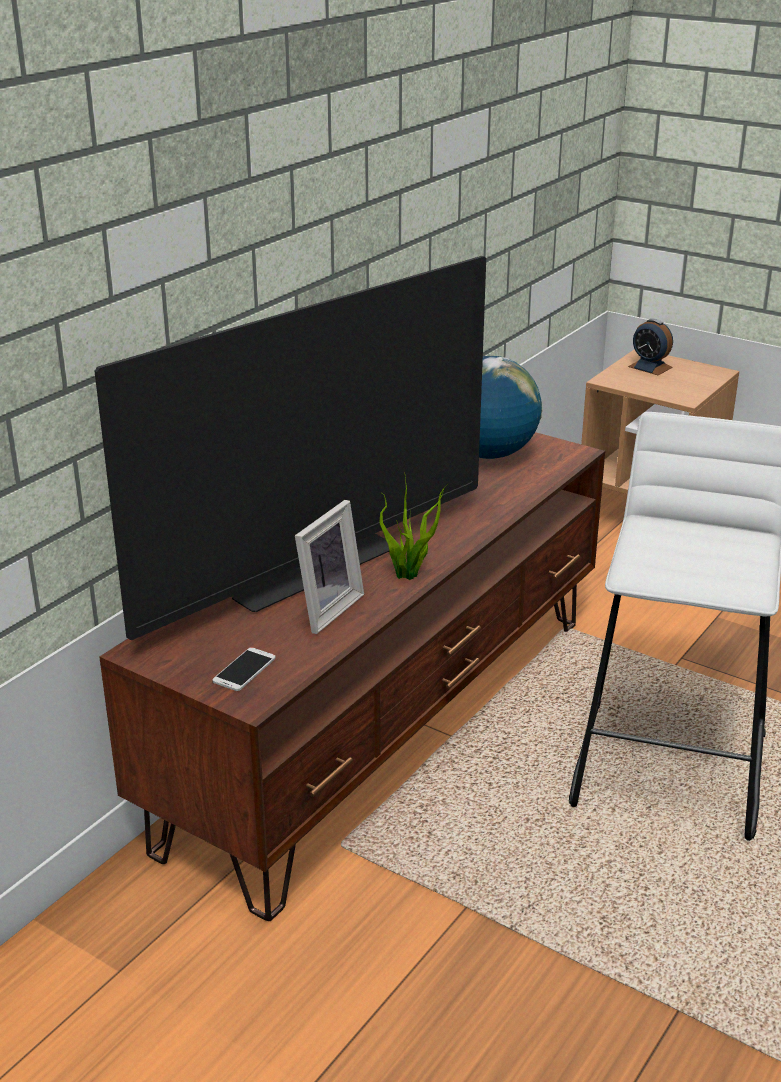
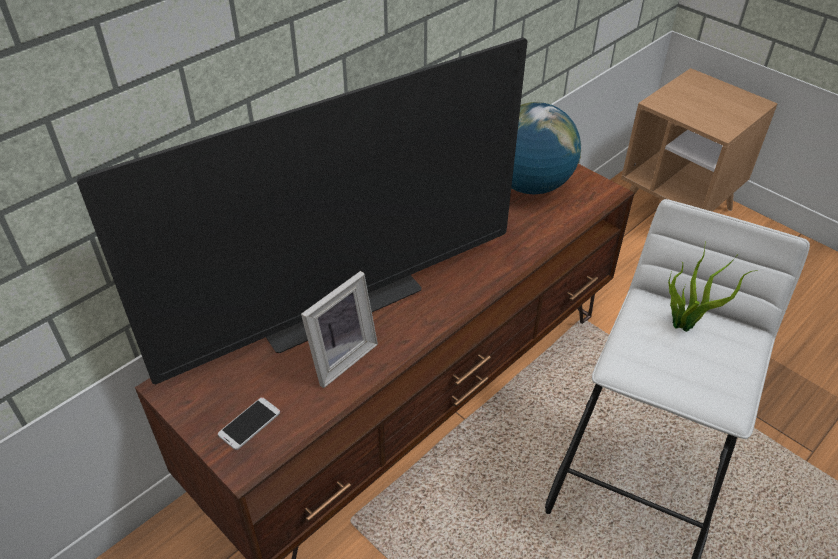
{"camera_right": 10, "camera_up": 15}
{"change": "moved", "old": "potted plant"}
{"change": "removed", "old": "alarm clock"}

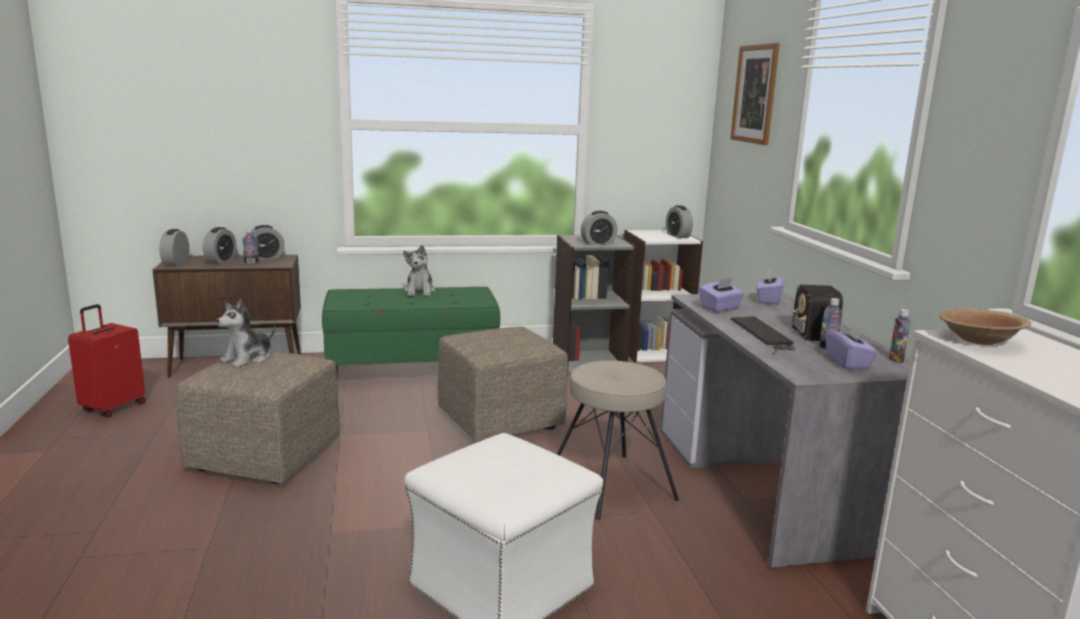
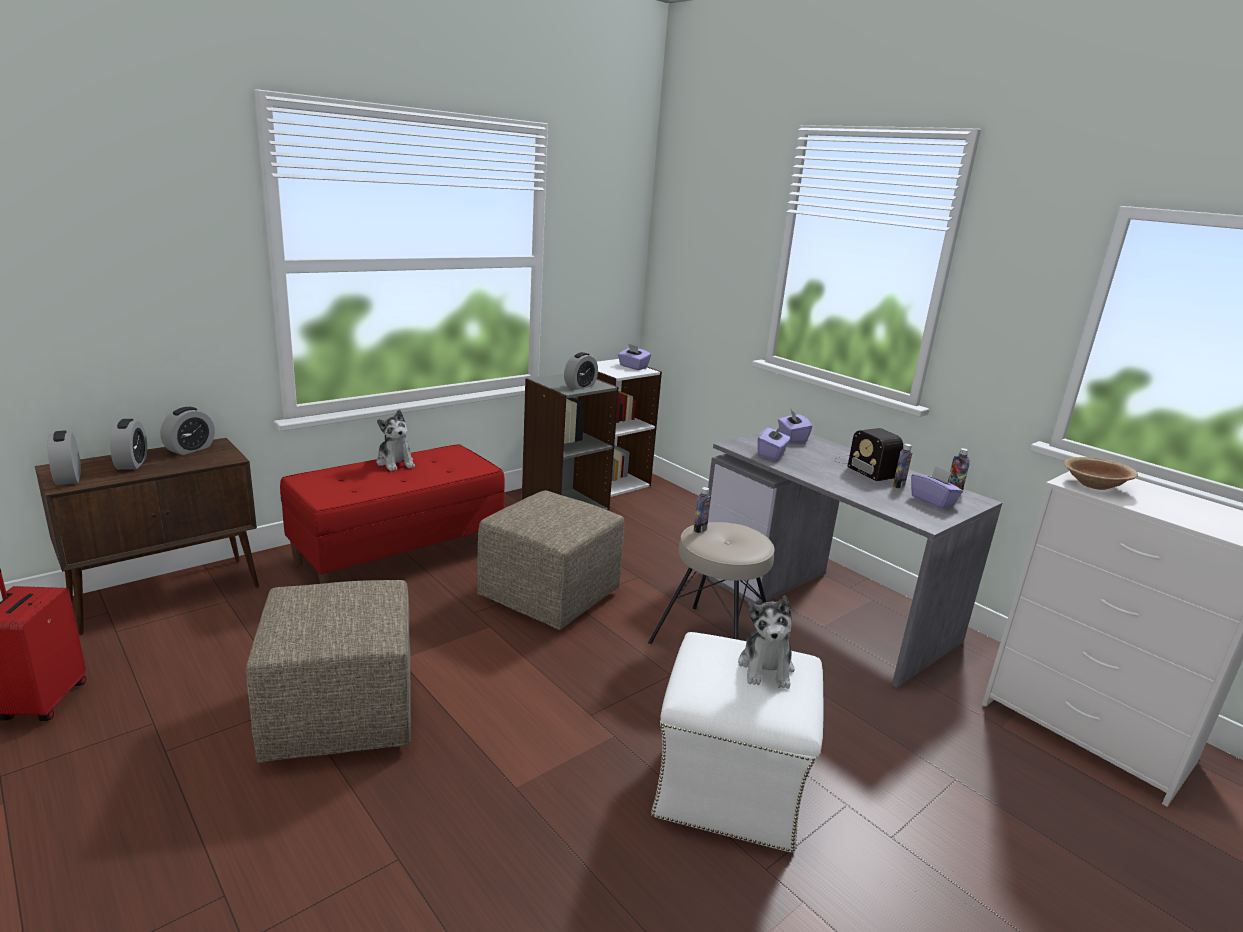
{"camera_right": -30, "camera_up": 5}
{"change": "recoloured", "old": "green bench", "new": "red bench"}
{"change": "replaced", "old": "alarm clock (5th from left)", "new": "purple tissue box (1st from left)"}
{"change": "moved", "old": "bottle (1st from left)"}
{"change": "moved", "old": "plush toy (1st from left in the first image)", "new": "plush toy (2nd from left)"}
{"change": "removed", "old": "picture"}
{"change": "removed", "old": "keyboard"}

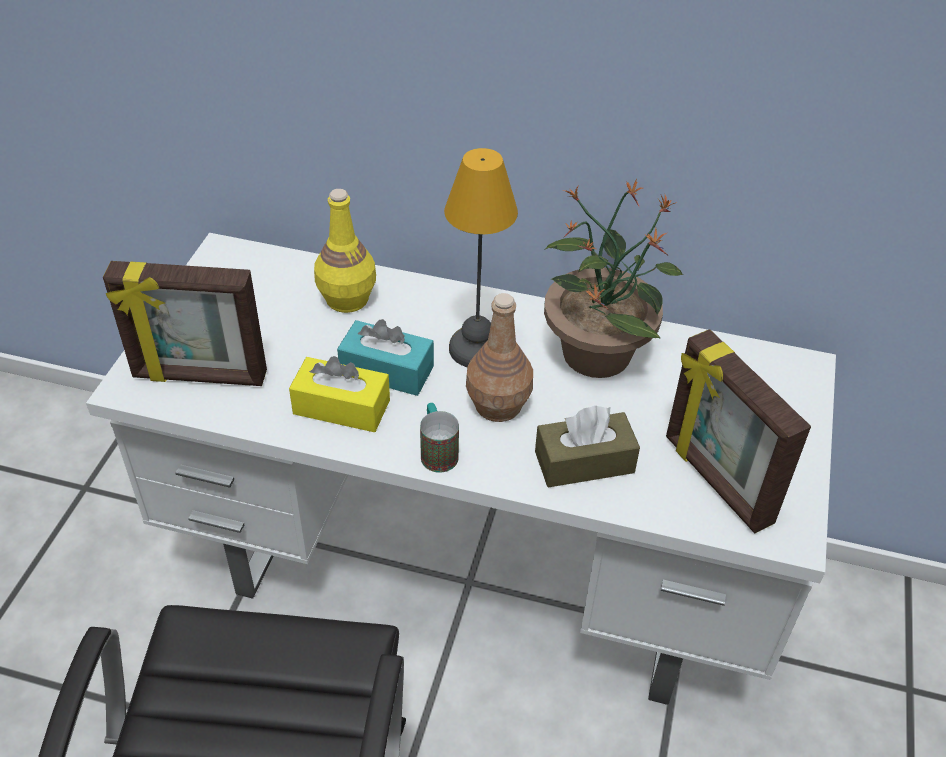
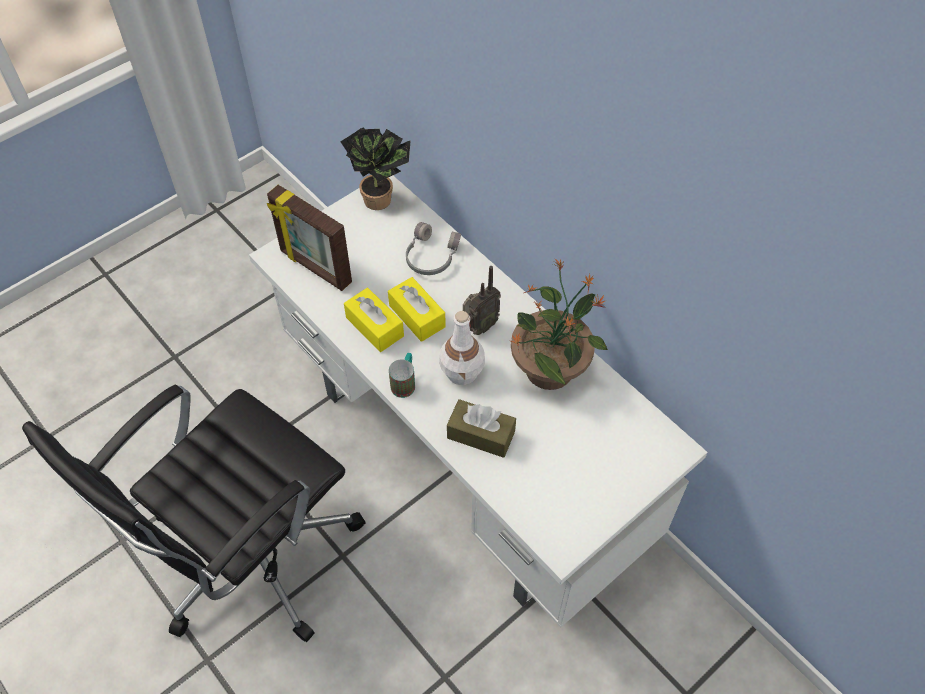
{"camera_right": 35, "camera_up": 10}
{"change": "added", "new": "potted plant (1st from left)"}
{"change": "recoloured", "old": "turquoise tissue box", "new": "yellow tissue box (2nd from left)"}
{"change": "replaced", "old": "yellow bottle", "new": "grey headphones"}
{"change": "recoloured", "old": "brown bottle", "new": "white bottle"}
{"change": "replaced", "old": "table lamp", "new": "radio"}
{"change": "removed", "old": "picture frame (2nd from left)"}

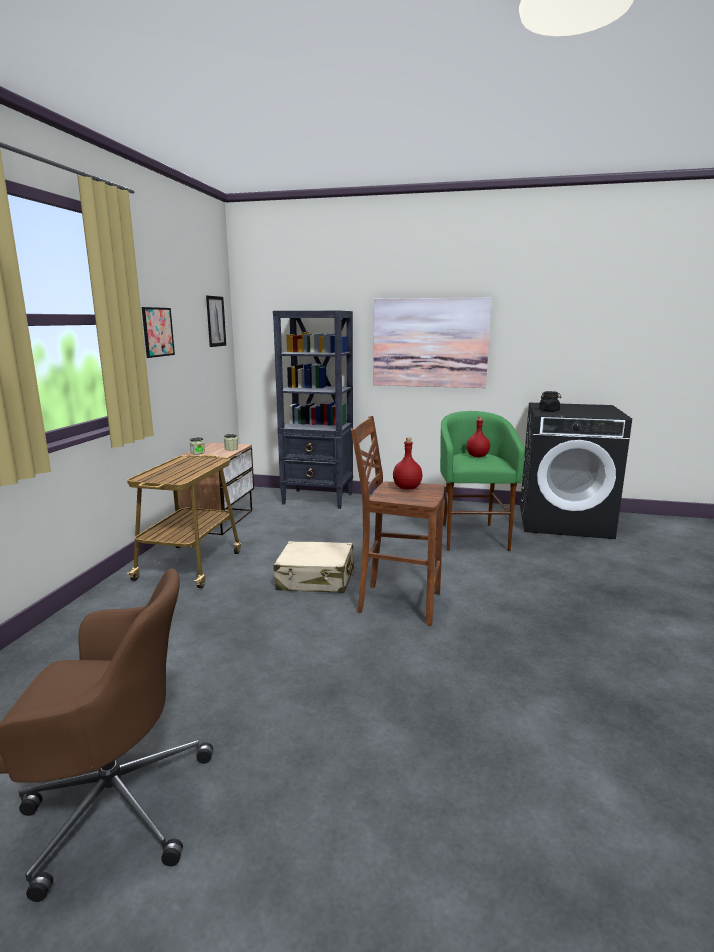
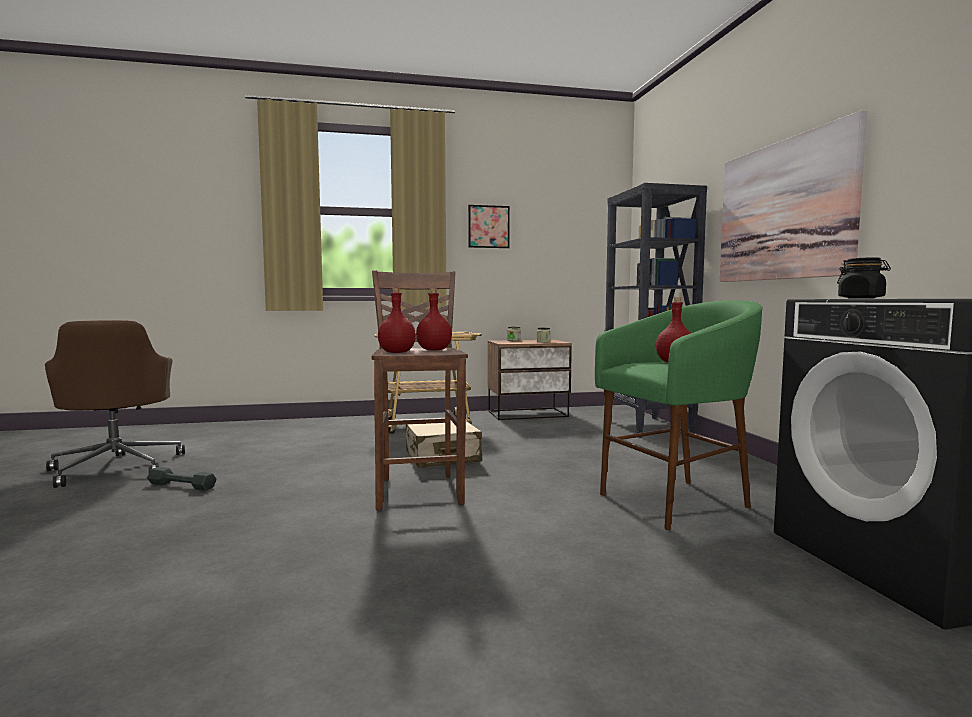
{"camera_right": 65, "camera_up": -10}
{"change": "added", "new": "grey dumbbell"}
{"change": "added", "new": "red bottle (1st from left)"}
{"change": "removed", "old": "picture (2nd from left)"}

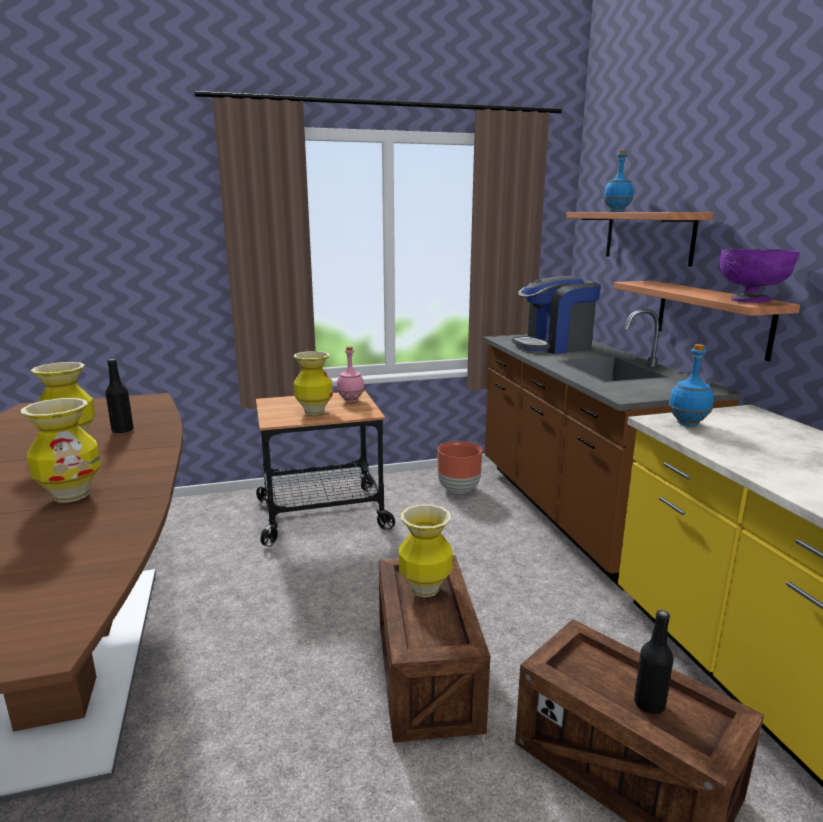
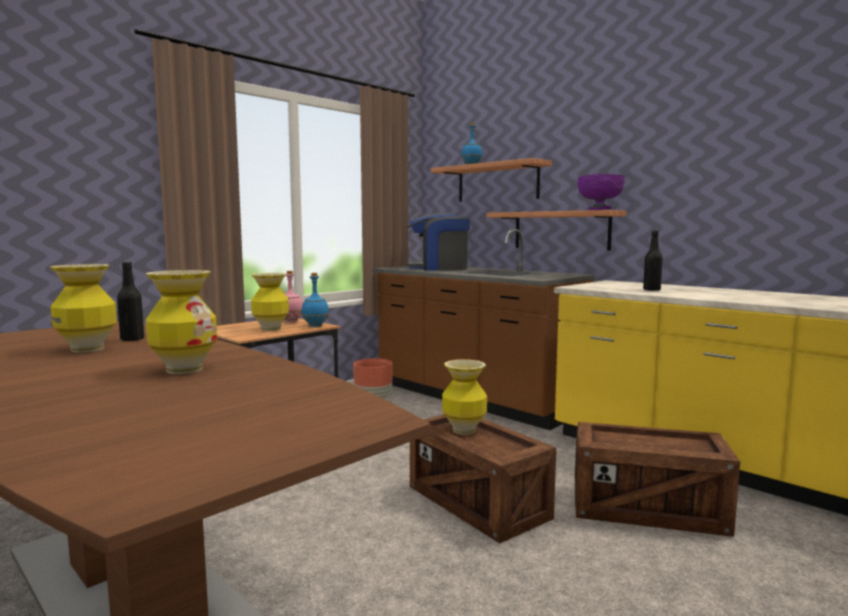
{"camera_right": -30, "camera_up": -10}
{"change": "moved", "old": "blue bottle (2nd from left in the first image)", "new": "blue bottle (1st from left)"}
{"change": "turned", "old": "coffee machine", "degrees": 45}
{"change": "moved", "old": "black bottle (2nd from left)"}

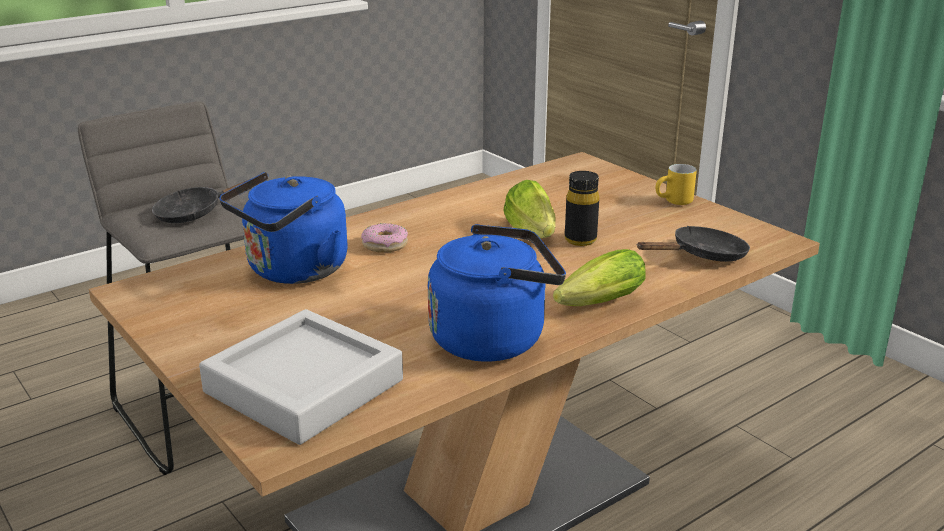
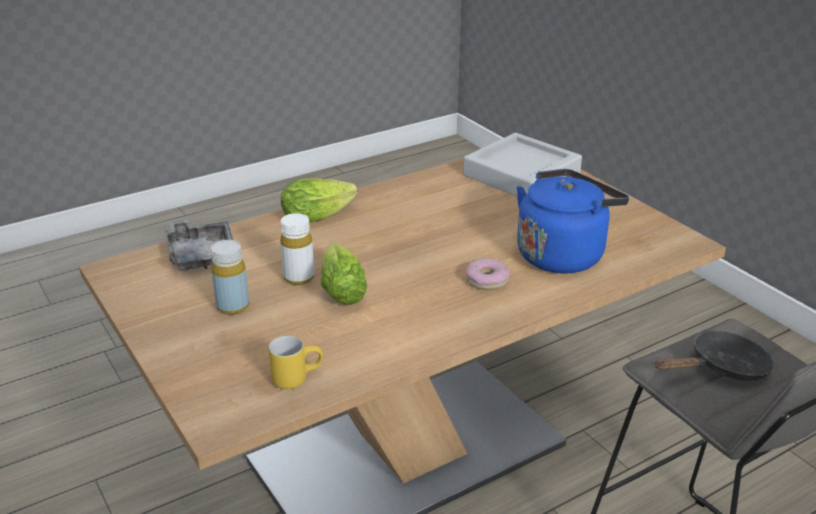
{"camera_right": -175, "camera_up": 5}
{"change": "replaced", "old": "black frying pan (2nd from left)", "new": "grey tray (1st from left)"}
{"change": "added", "new": "yellow bottle"}
{"change": "moved", "old": "yellow mug"}
{"change": "recoloured", "old": "black bottle", "new": "white bottle"}
{"change": "removed", "old": "blue kettle (2nd from left)"}

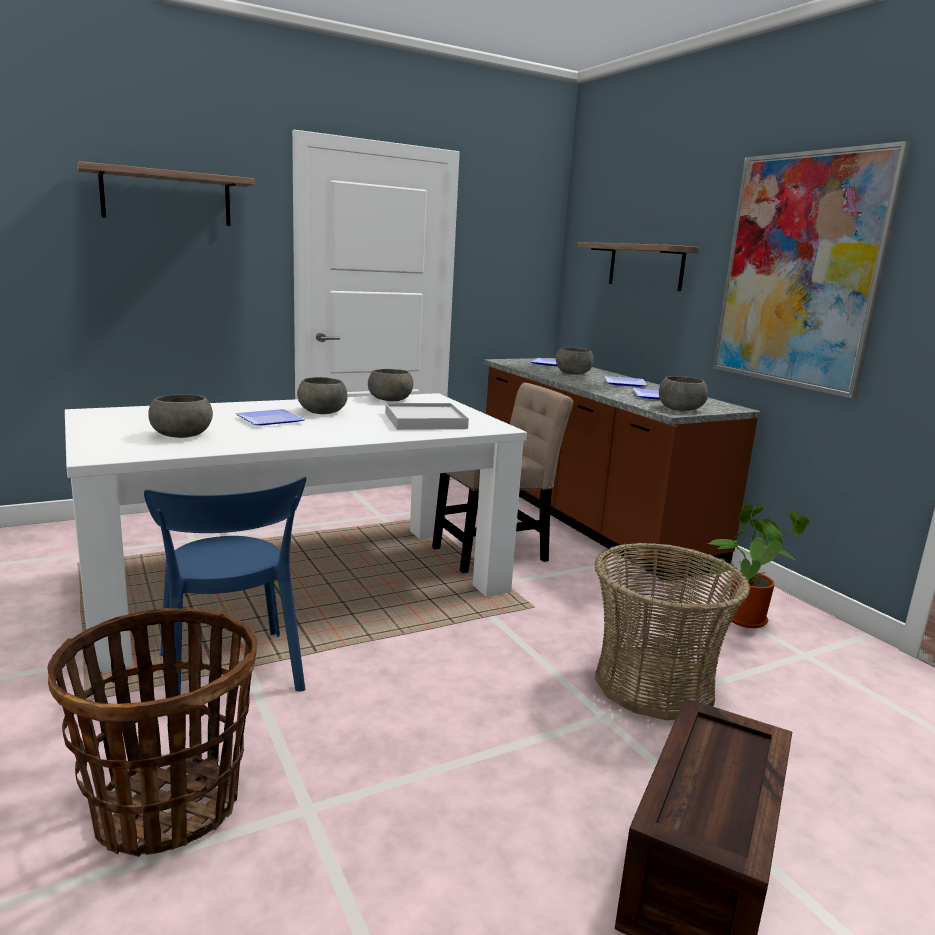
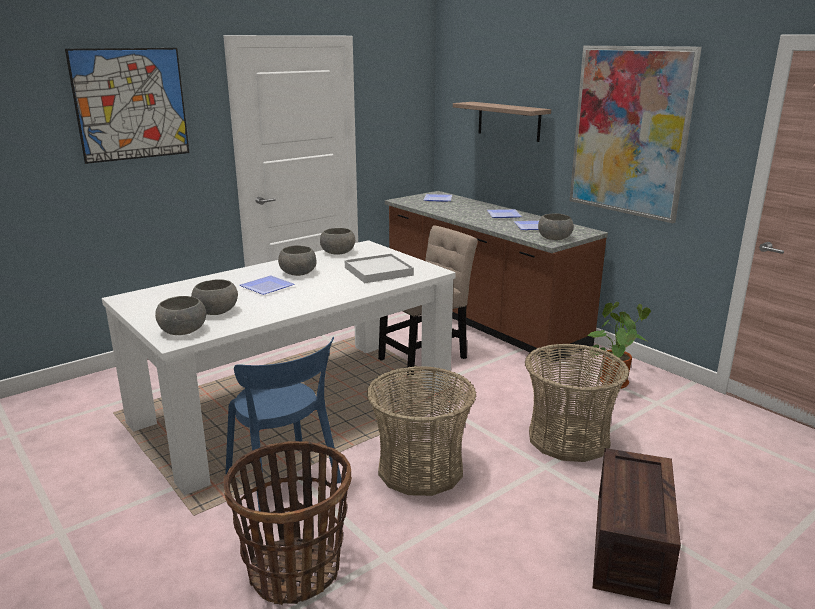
{"camera_right": -10, "camera_up": 5}
{"change": "replaced", "old": "shelf (1st from left)", "new": "picture (1st from left)"}
{"change": "moved", "old": "grey bowl (4th from left in the first image)", "new": "grey bowl (1st from left)"}
{"change": "added", "new": "basket (2nd from left)"}

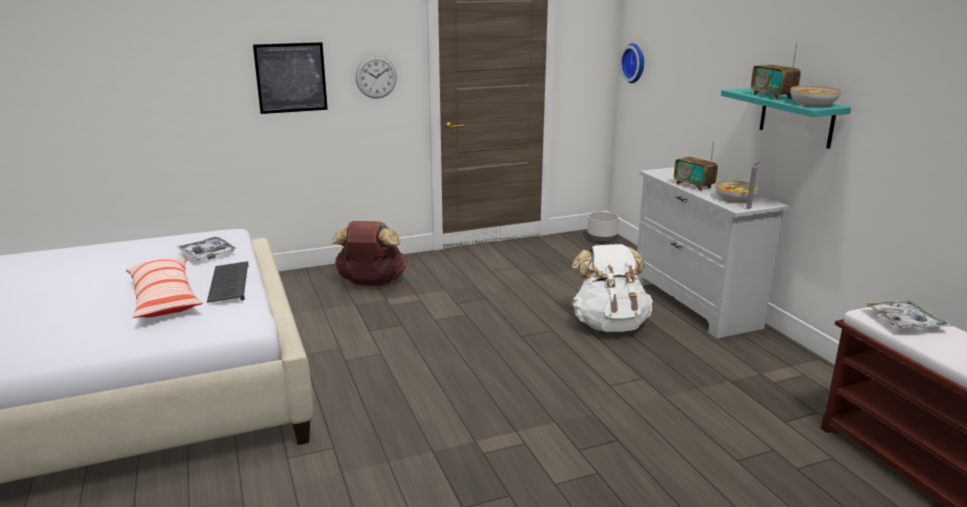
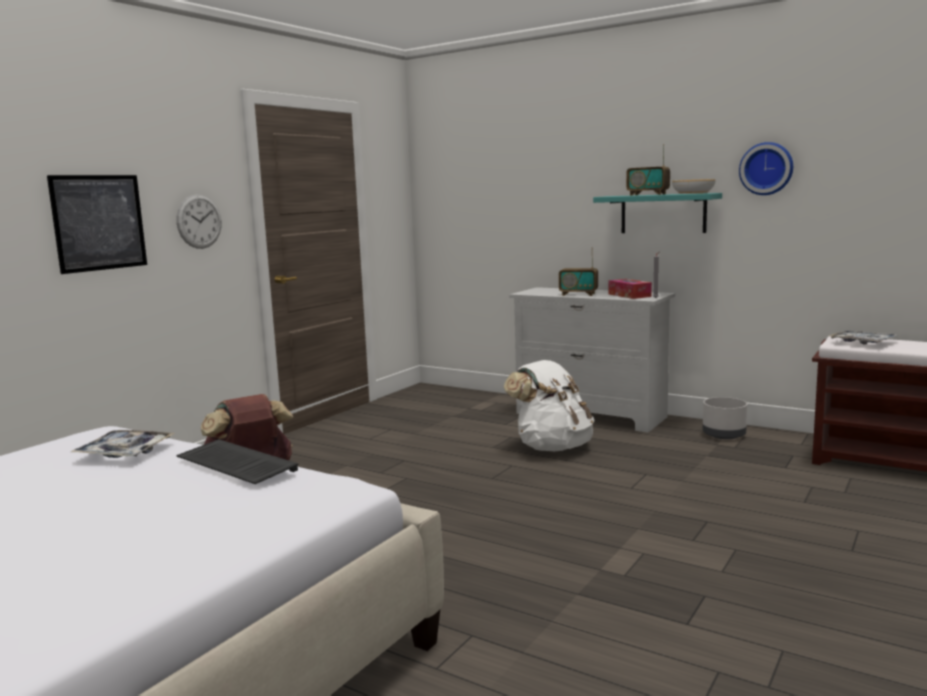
{"camera_right": -35, "camera_up": -10}
{"change": "replaced", "old": "bowl (1st from left)", "new": "tissue box"}
{"change": "moved", "old": "grey planter"}
{"change": "moved", "old": "wall clock (2nd from left)"}
{"change": "removed", "old": "pillow"}

